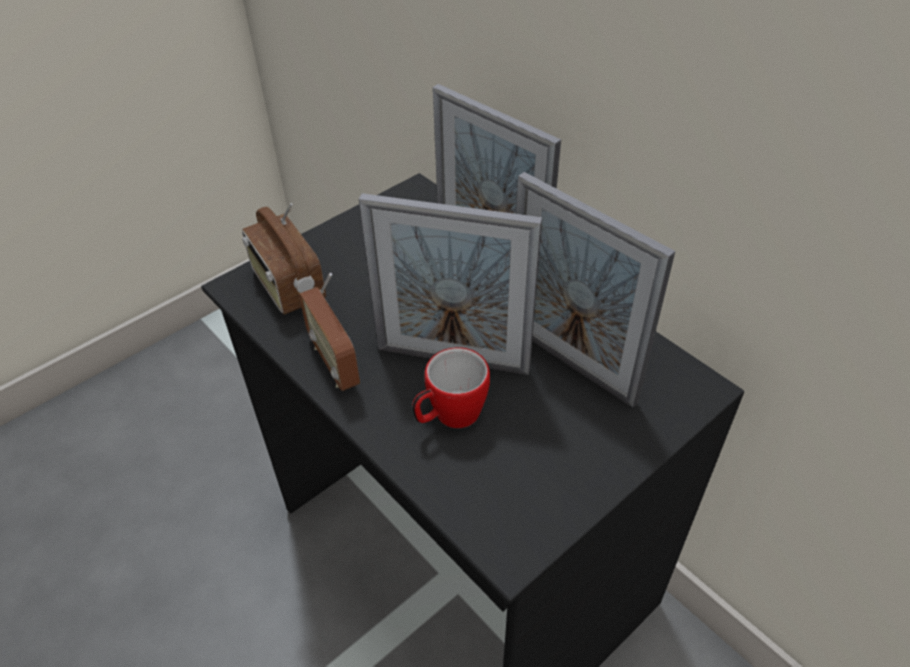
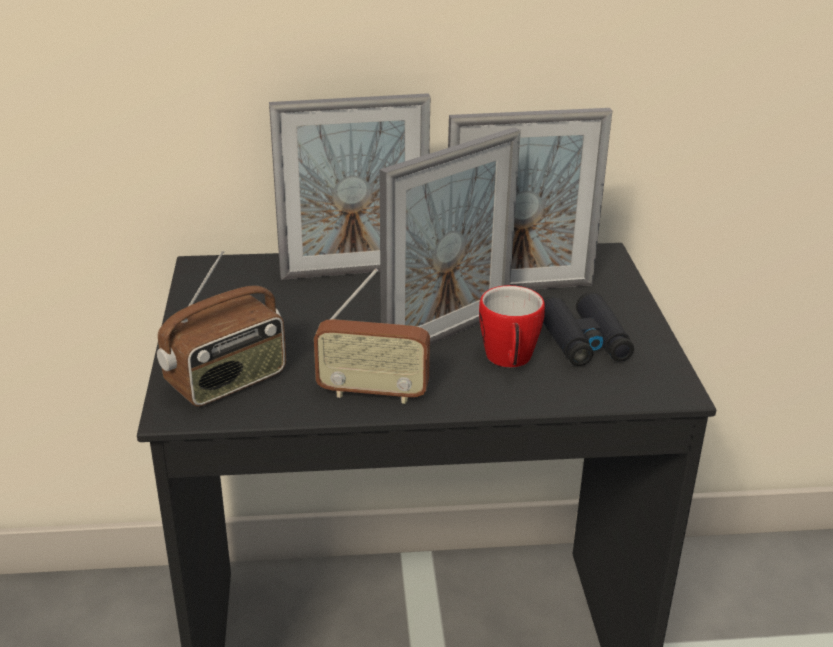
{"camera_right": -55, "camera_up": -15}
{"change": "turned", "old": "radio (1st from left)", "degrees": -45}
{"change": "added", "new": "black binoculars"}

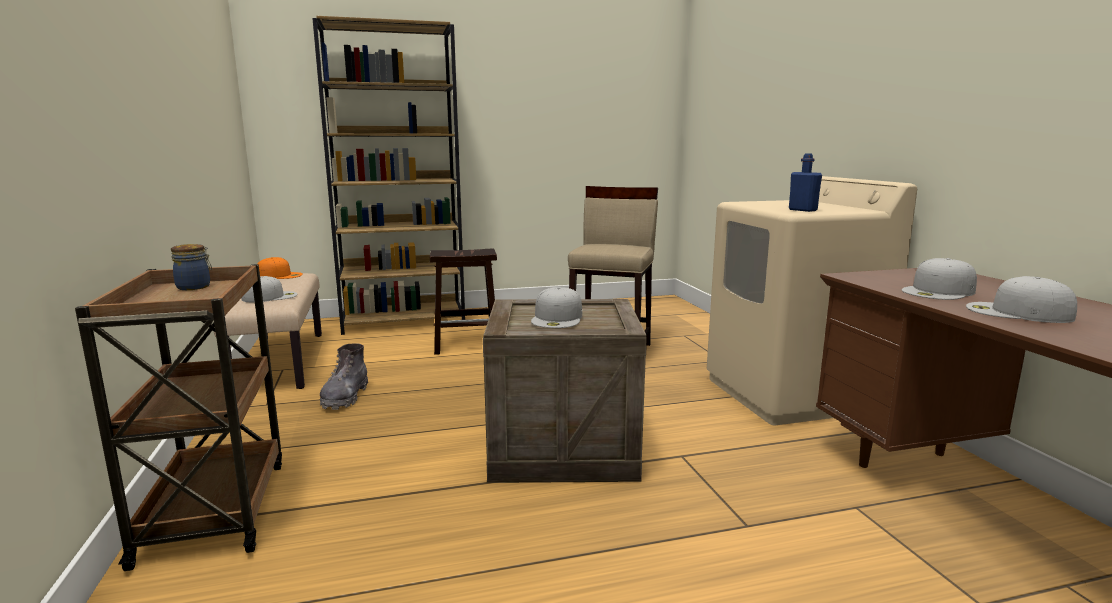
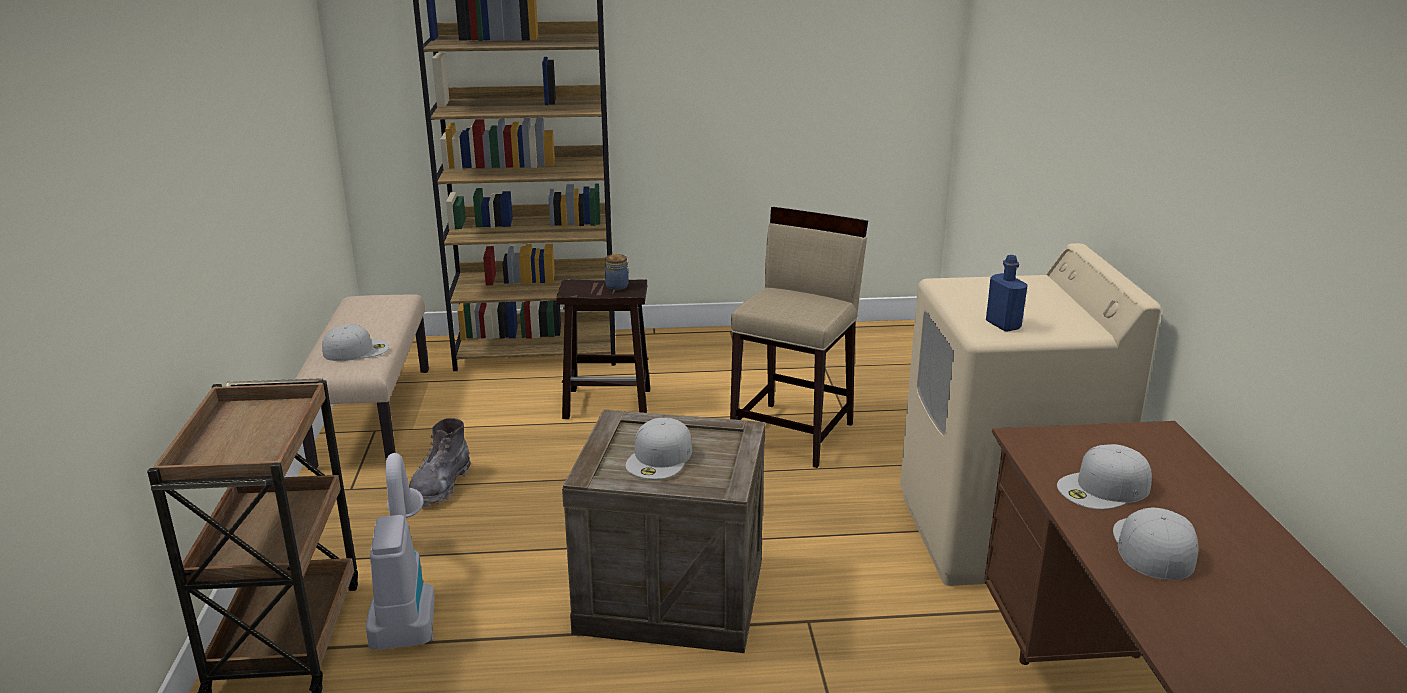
{"camera_right": 10, "camera_up": 10}
{"change": "added", "new": "vacuum cleaner"}
{"change": "moved", "old": "jar"}
{"change": "turned", "old": "white cap (4th from left)", "degrees": 60}
{"change": "removed", "old": "orange cap"}

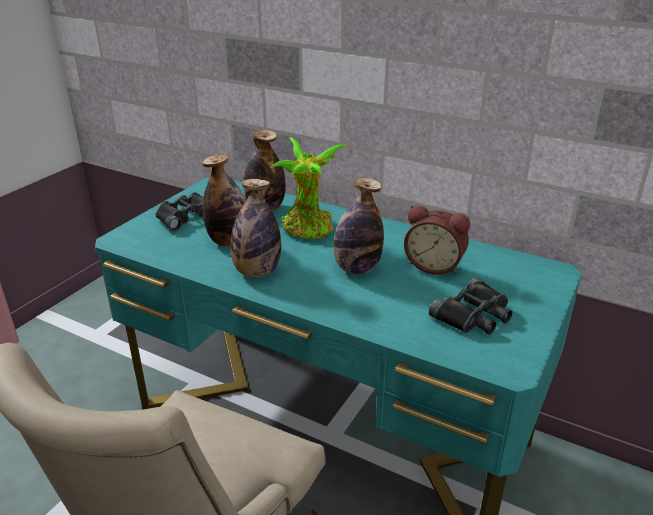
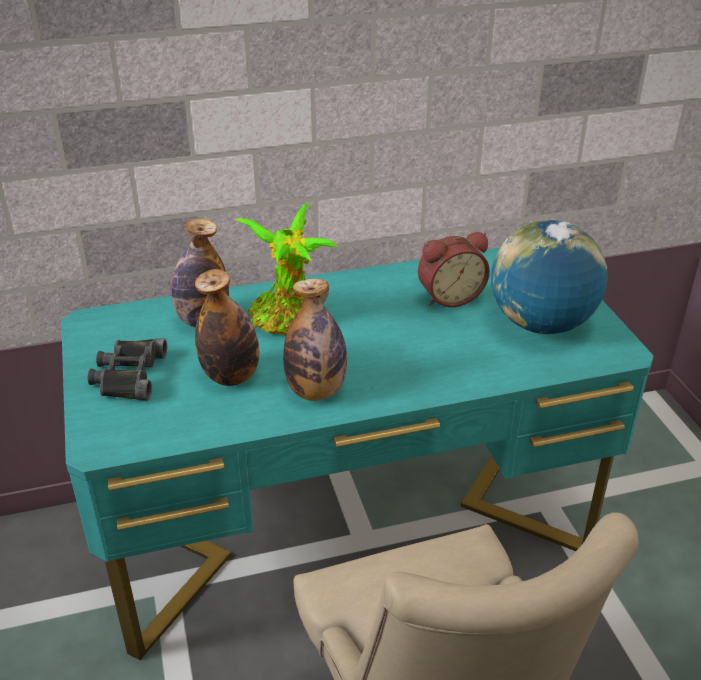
{"camera_right": -45, "camera_up": 5}
{"change": "replaced", "old": "black binoculars (2nd from left)", "new": "globe"}
{"change": "removed", "old": "bottle (4th from left)"}

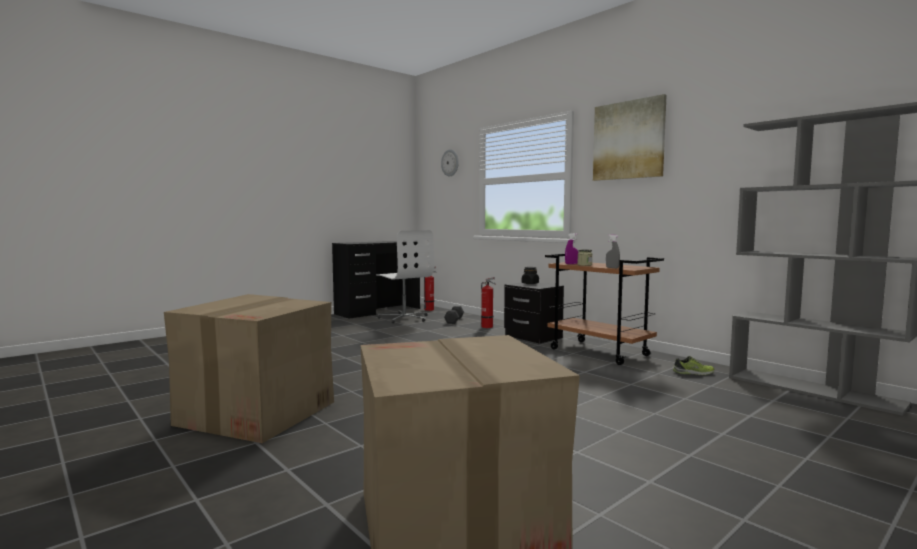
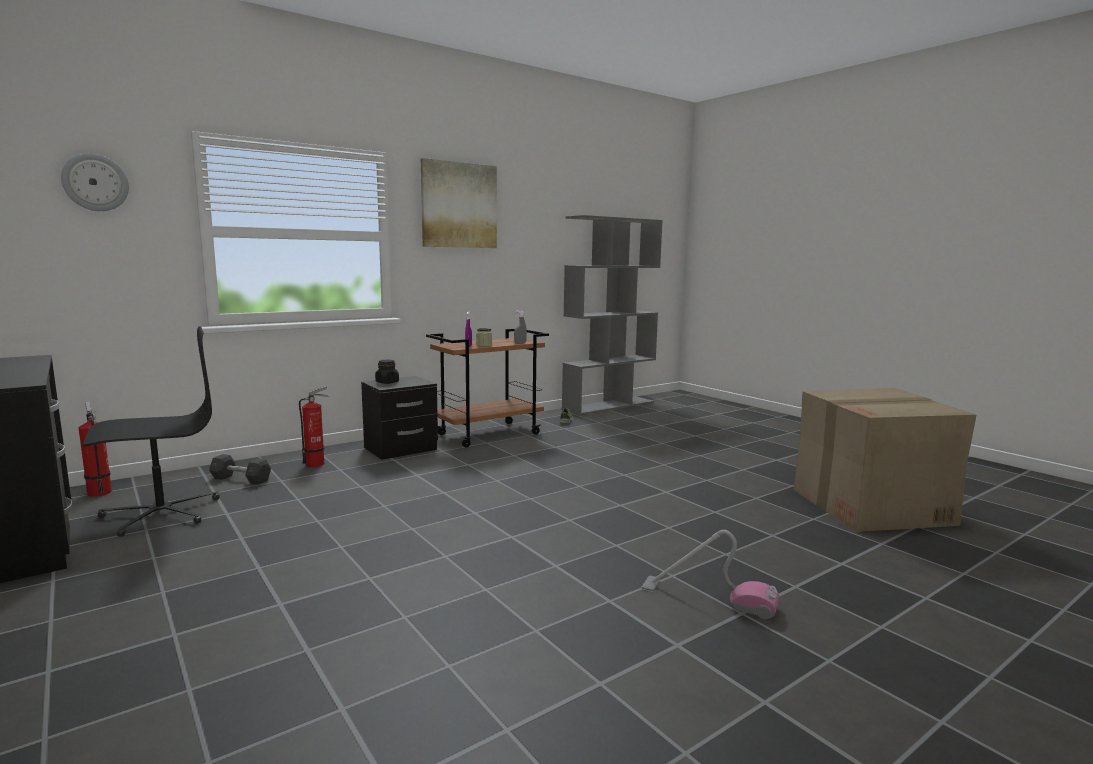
{"camera_right": -85, "camera_up": 5}
{"change": "recoloured", "old": "white office chair", "new": "black office chair"}
{"change": "replaced", "old": "cardboard box (1st from left)", "new": "vacuum cleaner"}

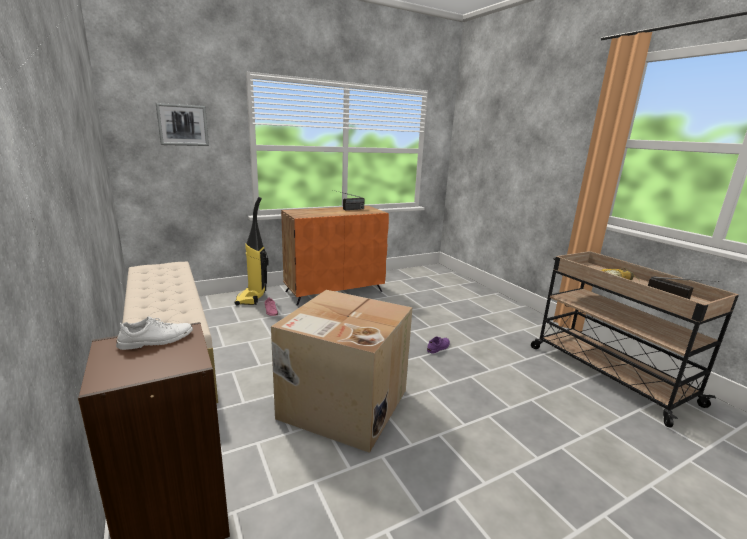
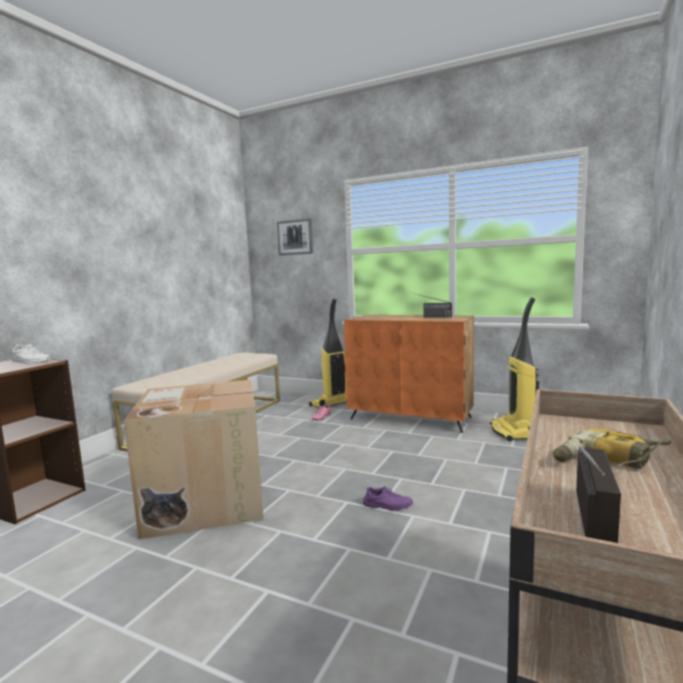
{"camera_right": 55, "camera_up": -10}
{"change": "added", "new": "vacuum cleaner (2nd from left)"}

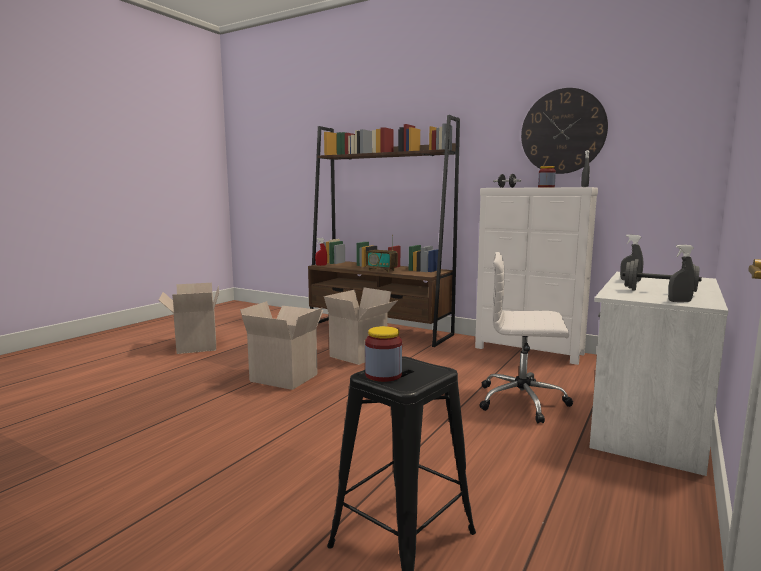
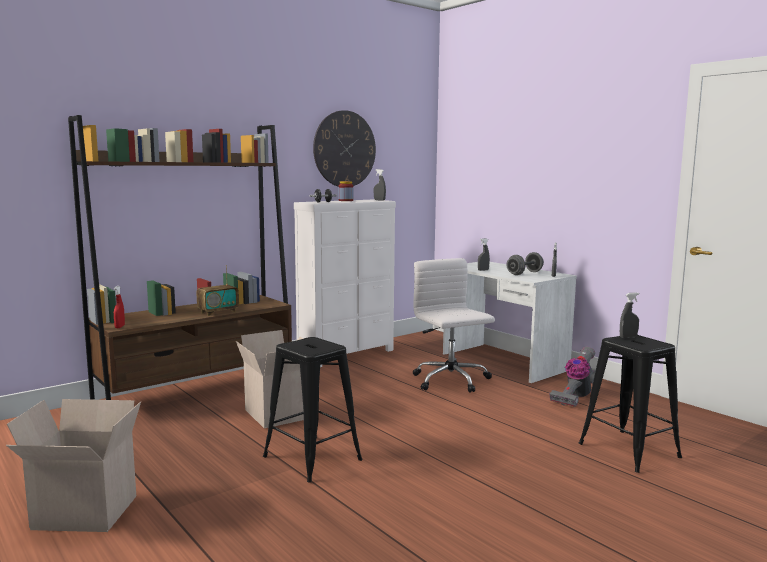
{"camera_right": -70, "camera_up": 0}
{"change": "replaced", "old": "cardboard box (2nd from left)", "new": "black stool (1st from left)"}
{"change": "turned", "old": "white office chair", "degrees": 120}
{"change": "added", "new": "vacuum cleaner"}
{"change": "added", "new": "grey spray bottle (4th from left)"}
{"change": "removed", "old": "jar (1st from left)"}

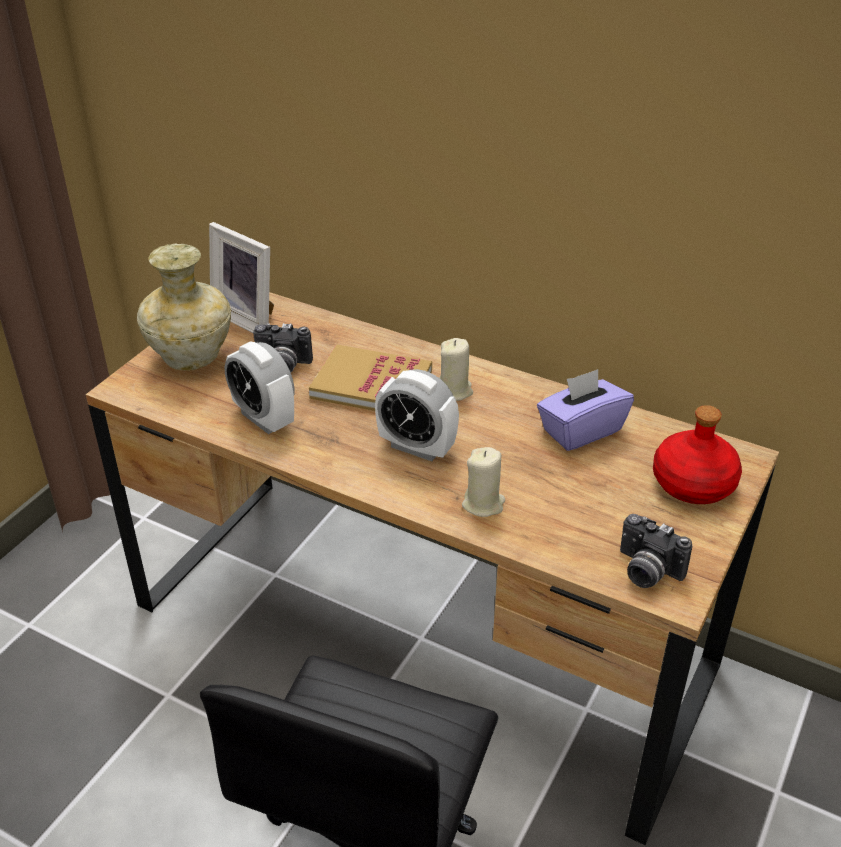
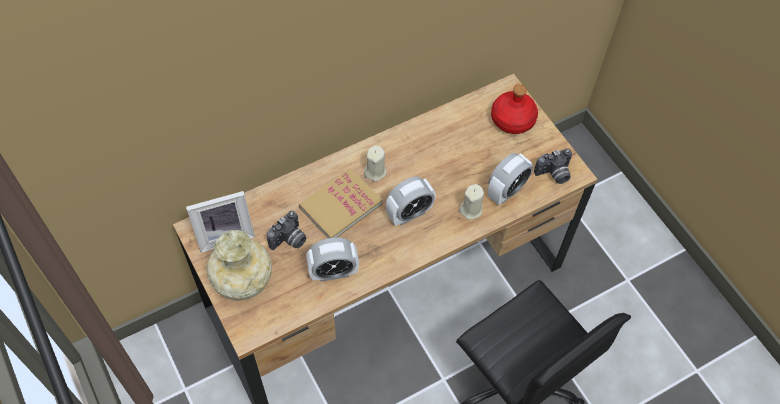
{"camera_right": -60, "camera_up": 20}
{"change": "added", "new": "alarm clock (3rd from left)"}
{"change": "removed", "old": "purple tissue box"}

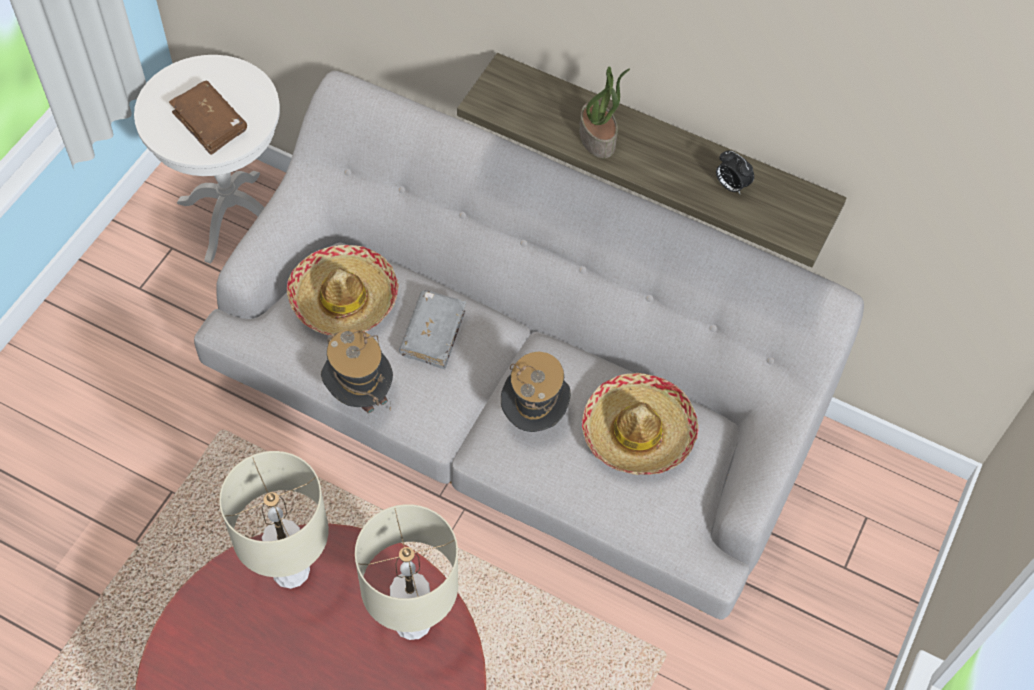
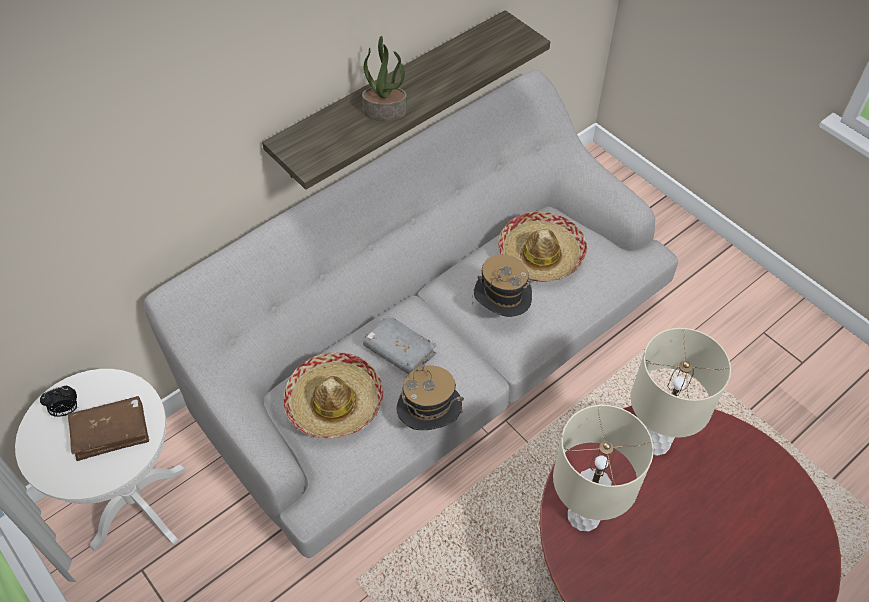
{"camera_right": -65, "camera_up": -5}
{"change": "moved", "old": "alarm clock"}

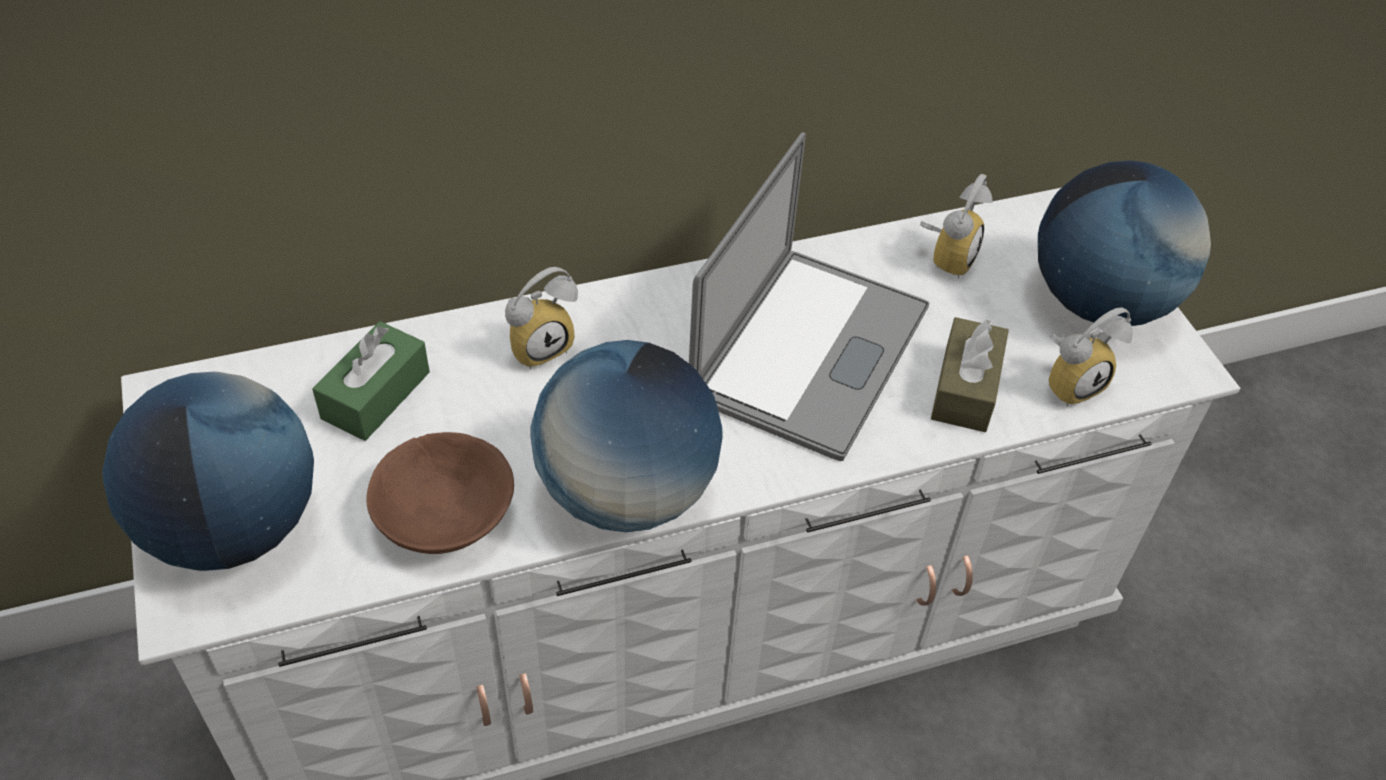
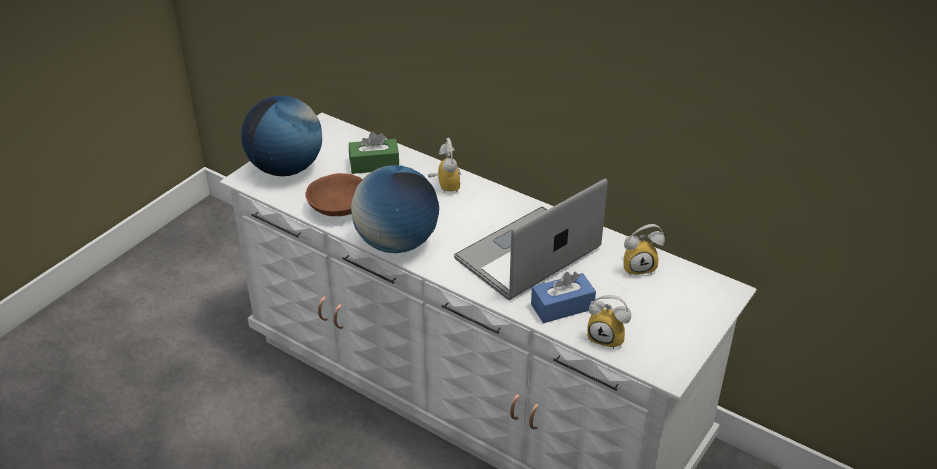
{"camera_right": 55, "camera_up": -10}
{"change": "turned", "old": "alarm clock (1st from left)", "degrees": -120}
{"change": "turned", "old": "laptop", "degrees": 150}
{"change": "recoloured", "old": "brown tissue box", "new": "blue tissue box"}
{"change": "removed", "old": "globe (3rd from left)"}

